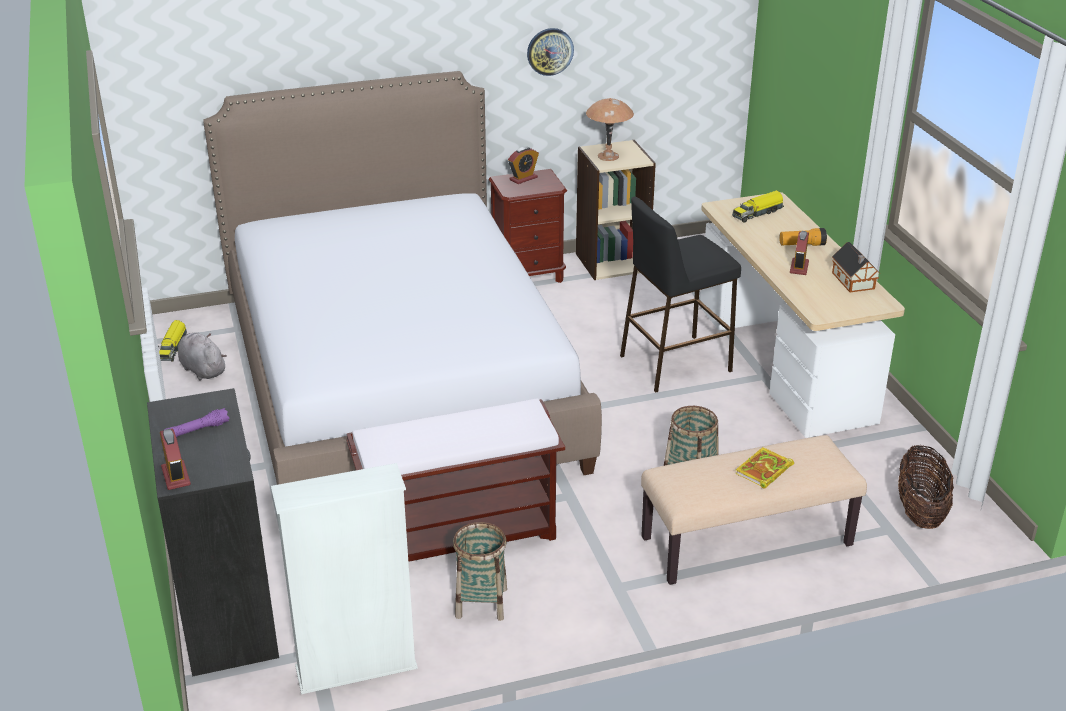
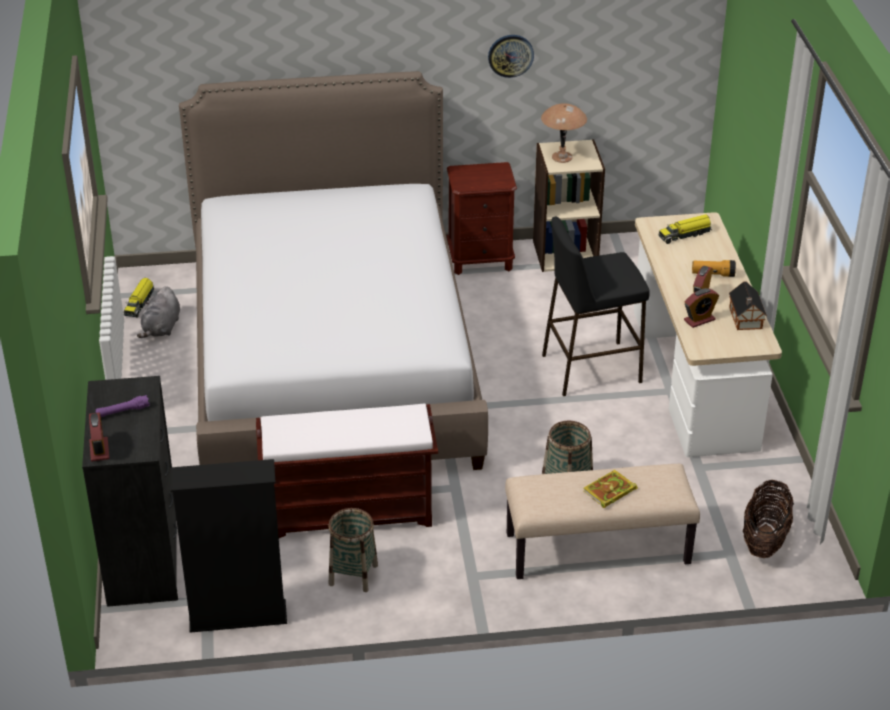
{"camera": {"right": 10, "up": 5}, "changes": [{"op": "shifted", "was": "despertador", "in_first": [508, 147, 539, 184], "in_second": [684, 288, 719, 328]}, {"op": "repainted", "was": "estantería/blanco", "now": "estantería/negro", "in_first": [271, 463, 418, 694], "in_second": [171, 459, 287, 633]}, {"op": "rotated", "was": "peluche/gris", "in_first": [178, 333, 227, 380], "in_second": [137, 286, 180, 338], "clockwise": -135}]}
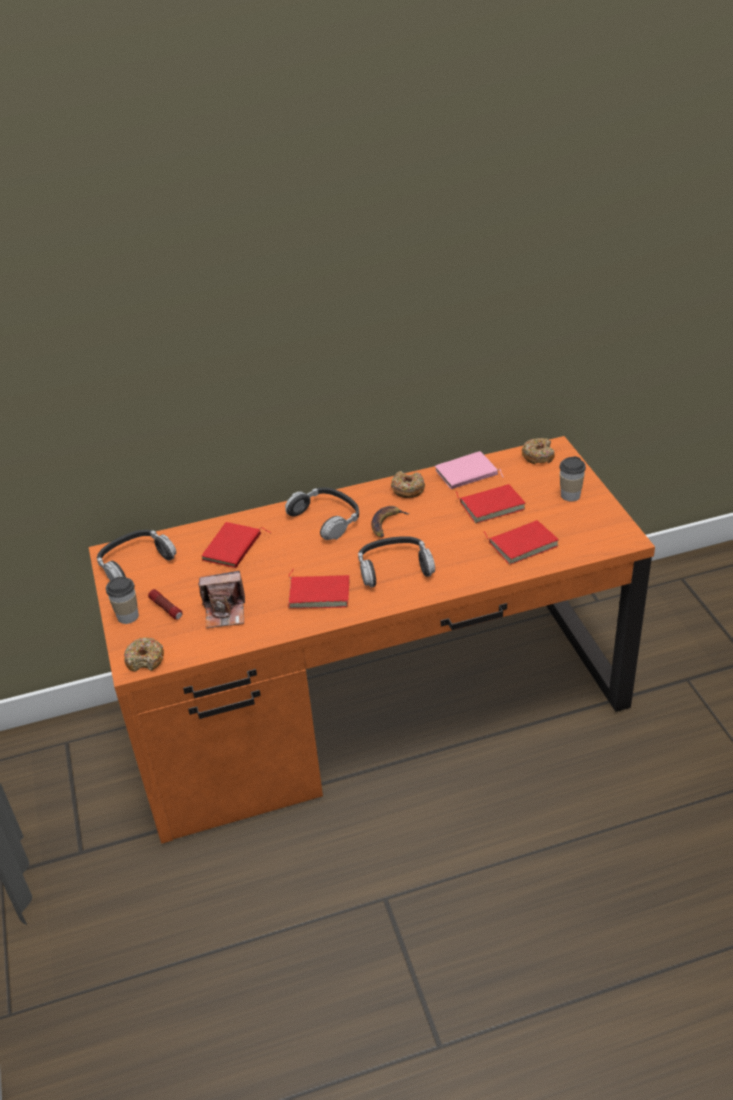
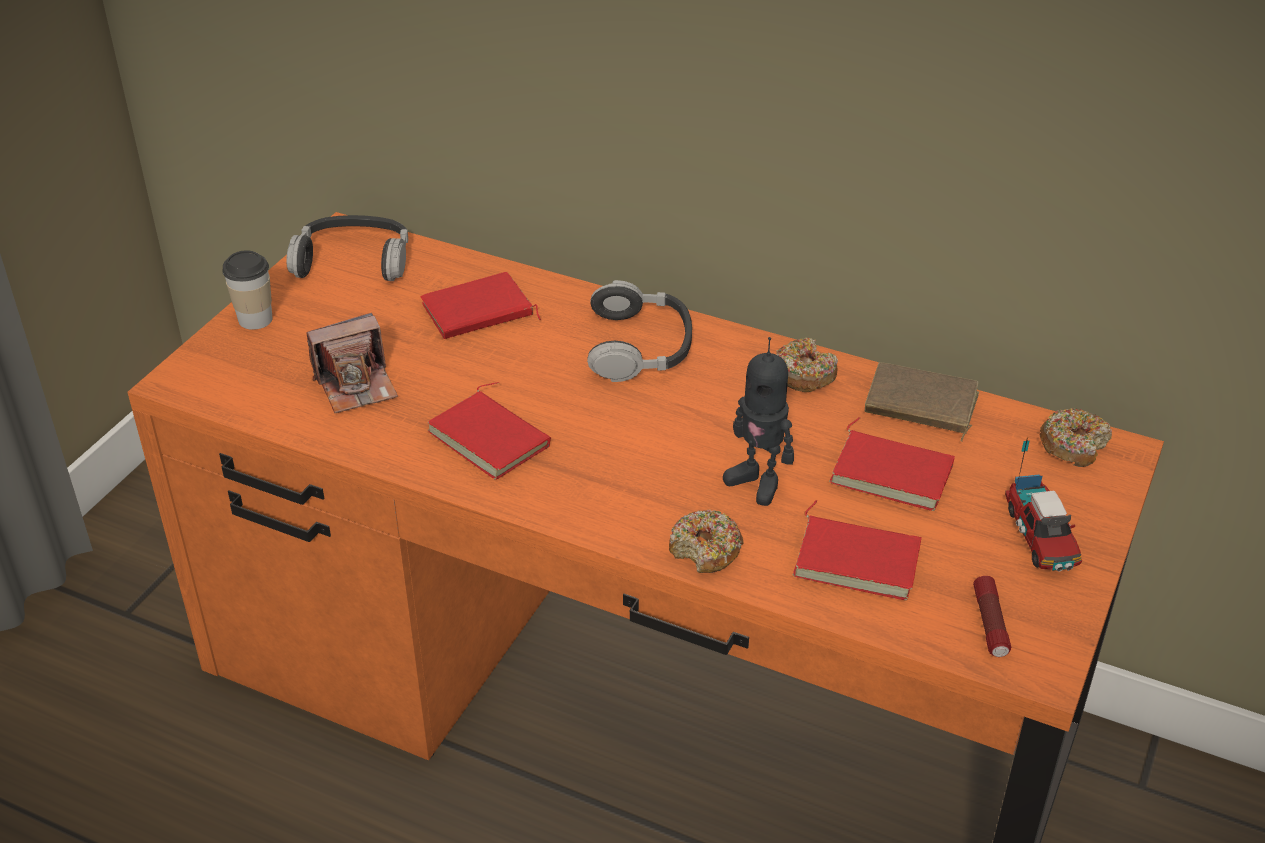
{"camera": {"right": 40, "up": 0}, "changes": [{"op": "gone", "was": "auriculares", "in_first": [358, 536, 435, 587]}, {"op": "gone", "was": "plátano", "in_first": [371, 506, 410, 538]}, {"op": "new", "now": "robot de juguete", "in_second": [723, 337, 794, 506]}, {"op": "shifted", "was": "rosquilla", "in_first": [124, 637, 164, 672], "in_second": [669, 510, 744, 573]}, {"op": "shifted", "was": "linterna", "in_first": [148, 589, 182, 620], "in_second": [973, 576, 1011, 657]}, {"op": "swapped", "was": "taza", "now": "camión de juguete", "in_first": [559, 456, 586, 501], "in_second": [1005, 437, 1082, 572]}, {"op": "repainted", "was": "libro/rosa", "now": "libro/marrón", "in_first": [435, 451, 503, 489], "in_second": [864, 362, 979, 441]}, {"op": "rotated", "was": "cámara", "in_first": [198, 571, 245, 628], "in_second": [306, 313, 398, 413], "clockwise": -60}]}
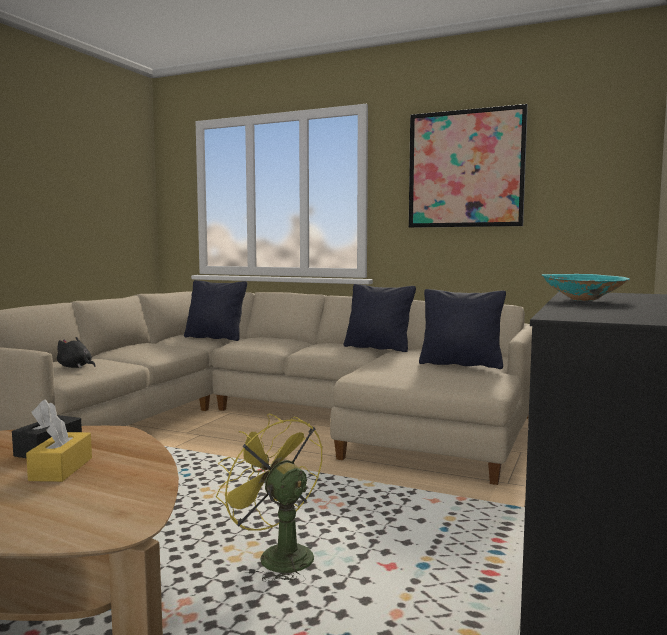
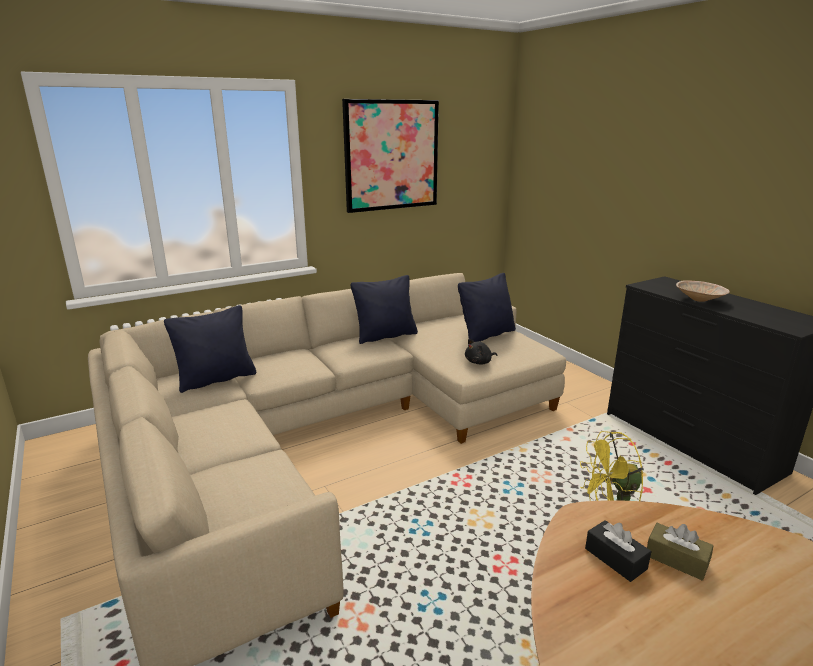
{"camera": {"right": -55, "up": 15}, "changes": [{"op": "shifted", "was": "peluche/negro", "in_first": [57, 337, 96, 368], "in_second": [465, 339, 497, 364]}, {"op": "repainted", "was": "caja de pañuelos/amarillo", "now": "caja de pañuelos/marrón", "in_first": [26, 415, 92, 482], "in_second": [647, 523, 714, 581]}, {"op": "repainted", "was": "cuenco/turquesa", "now": "cuenco/beis", "in_first": [542, 274, 630, 301], "in_second": [676, 280, 730, 302]}]}
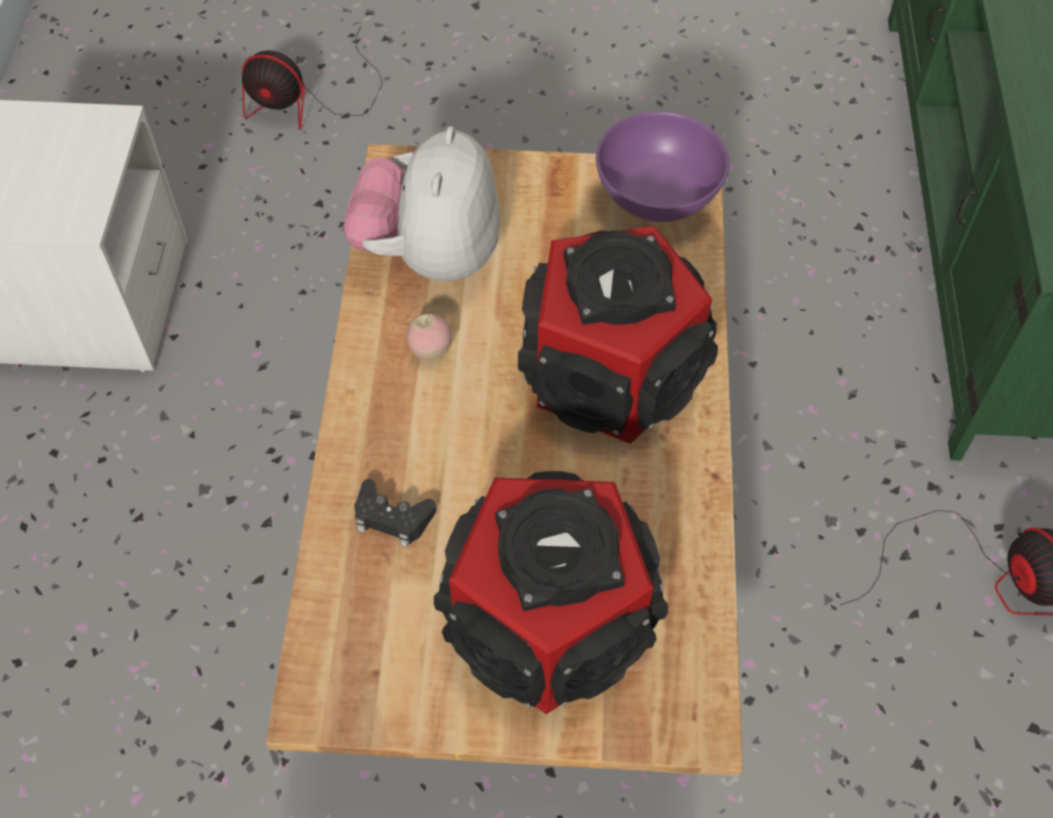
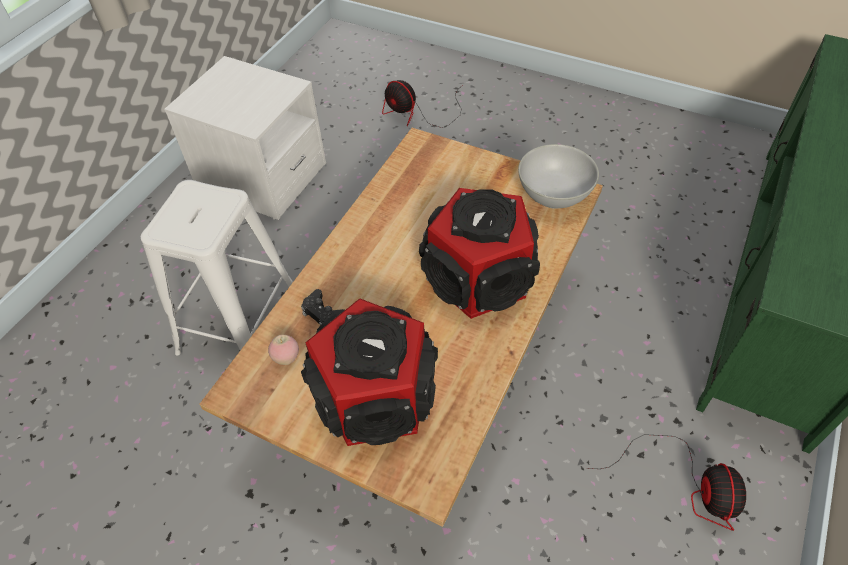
{"camera": {"right": 25, "up": -5}, "changes": [{"op": "gone", "was": "peluche", "in_first": [344, 126, 500, 281]}, {"op": "new", "now": "taburete/blanco", "in_second": [141, 180, 293, 356]}, {"op": "shifted", "was": "manzana", "in_first": [407, 314, 451, 360], "in_second": [268, 335, 299, 365]}, {"op": "repainted", "was": "cuenco/morado", "now": "cuenco/blanco", "in_first": [596, 111, 729, 222], "in_second": [518, 144, 599, 209]}]}
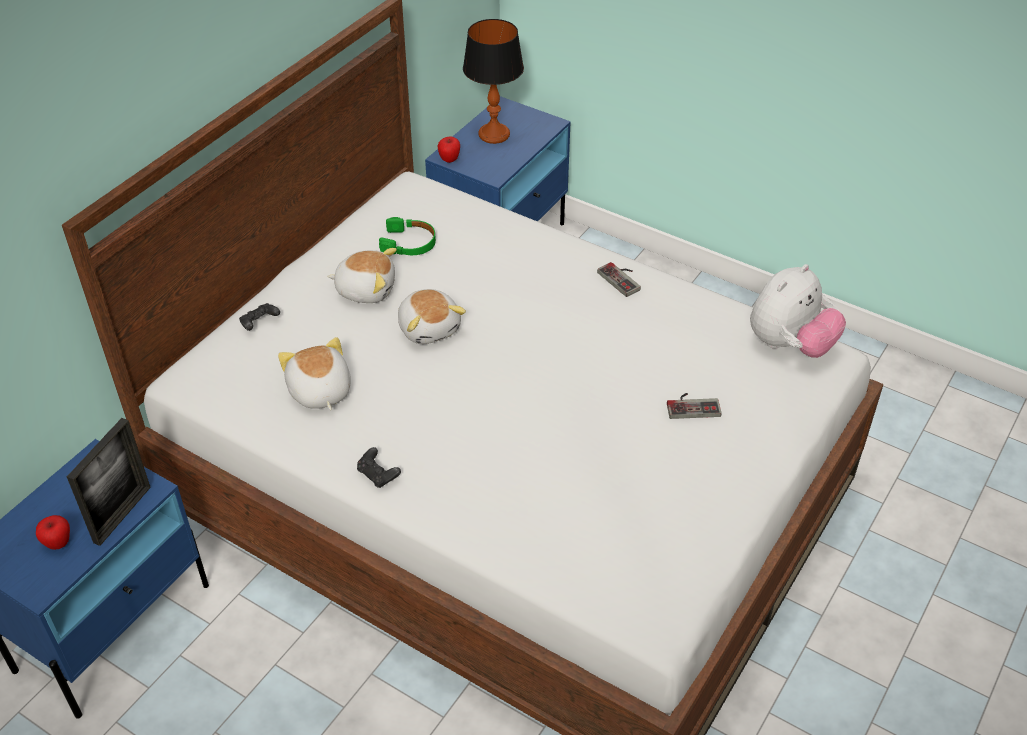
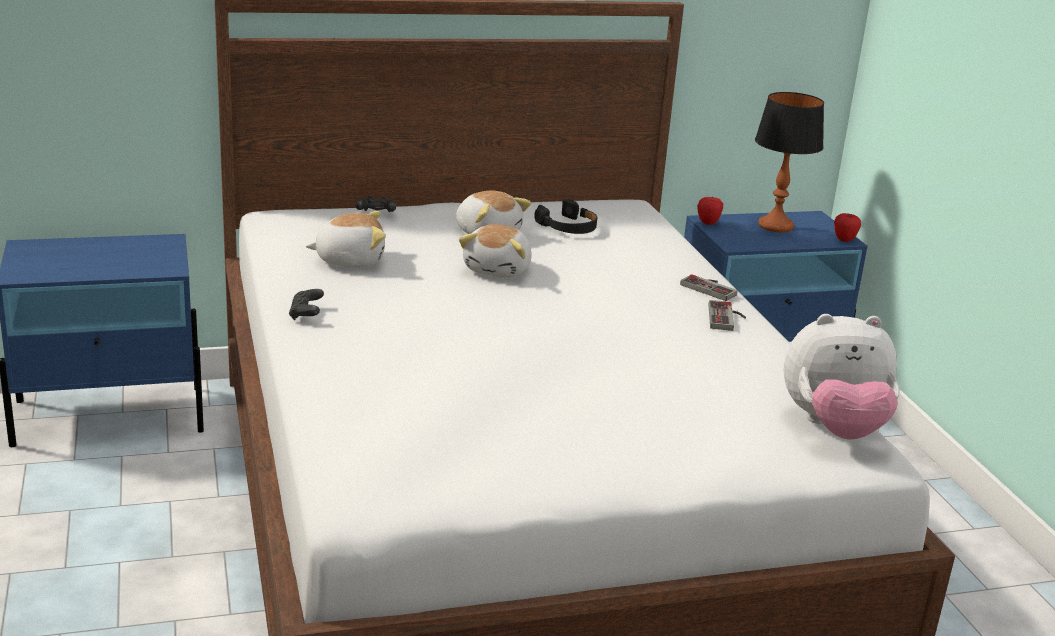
{"camera": {"right": 40, "up": -20}, "changes": [{"op": "gone", "was": "portarretratos", "in_first": [67, 418, 151, 546]}, {"op": "shifted", "was": "manzana", "in_first": [36, 515, 70, 550], "in_second": [834, 213, 861, 242]}, {"op": "shifted", "was": "mando de consola", "in_first": [667, 393, 722, 419], "in_second": [680, 274, 738, 301]}, {"op": "repainted", "was": "auriculares/verde", "now": "auriculares/negro", "in_first": [379, 217, 436, 255], "in_second": [534, 199, 597, 234]}, {"op": "rotated", "was": "peluche", "in_first": [278, 337, 351, 410], "in_second": [306, 211, 386, 267], "clockwise": 60}]}
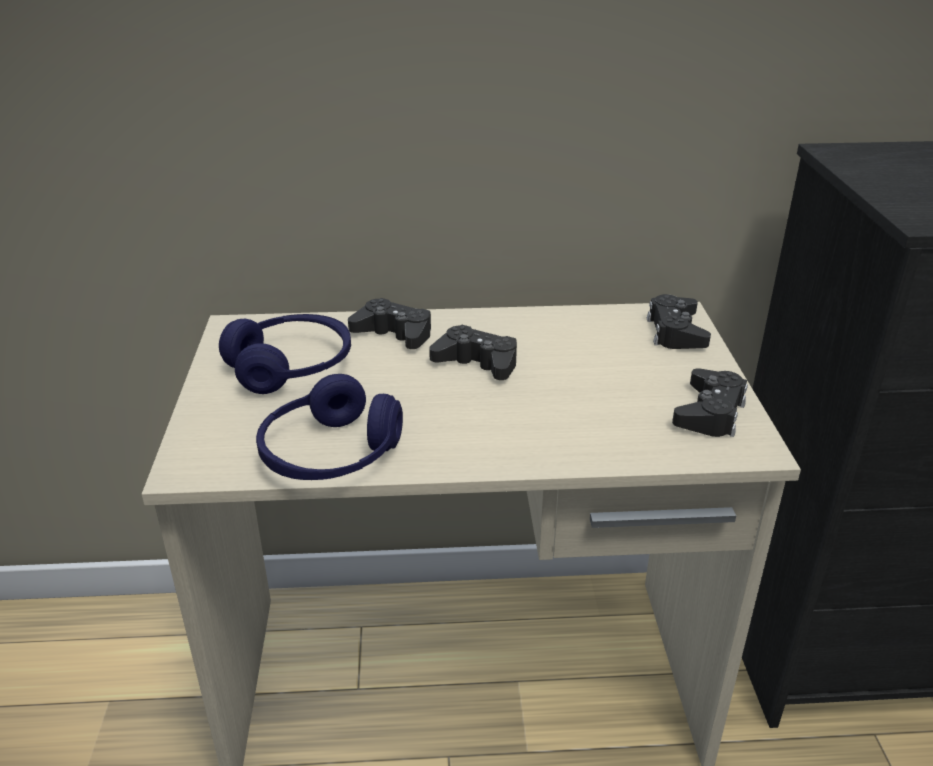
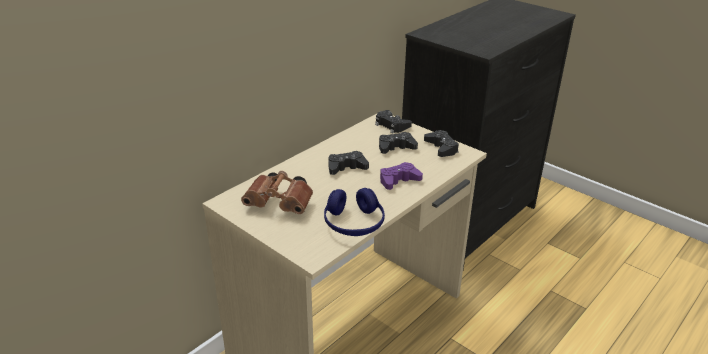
{"camera": {"right": -45, "up": 0}, "changes": [{"op": "new", "now": "mando de consola/morado", "in_second": [380, 162, 423, 190]}, {"op": "shifted", "was": "mando de consola/negro", "in_first": [348, 298, 431, 349], "in_second": [379, 132, 418, 154]}, {"op": "swapped", "was": "auriculares/azul", "now": "prismáticos/marrón", "in_first": [219, 314, 351, 394], "in_second": [241, 171, 313, 214]}]}
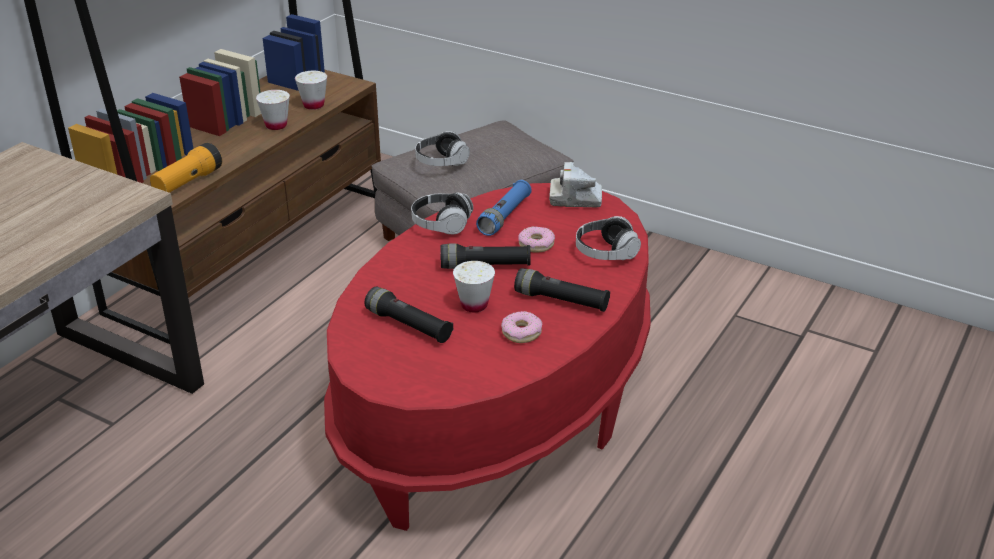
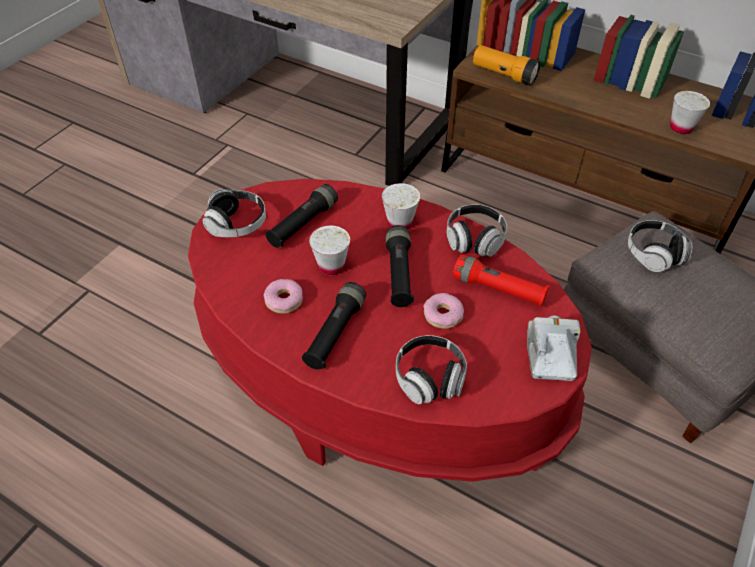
{"camera": {"right": 90, "up": 15}, "changes": [{"op": "new", "now": "auriculares", "in_second": [202, 189, 266, 237]}, {"op": "shifted", "was": "taza/blanco", "in_first": [256, 90, 290, 130], "in_second": [382, 183, 420, 229]}, {"op": "repainted", "was": "linterna/azul", "now": "linterna/rojo", "in_first": [476, 180, 532, 236], "in_second": [453, 254, 549, 307]}]}
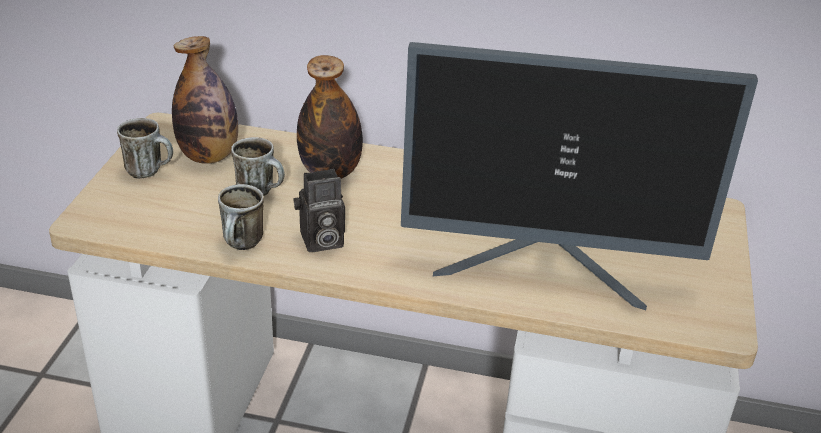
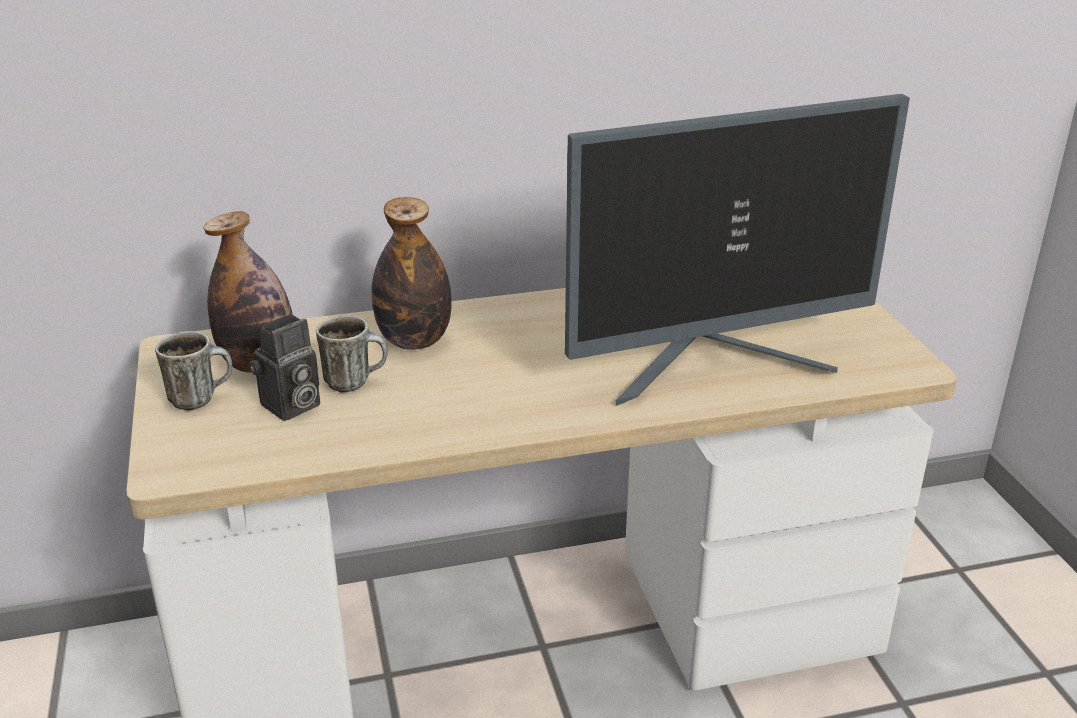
{"camera": {"right": -25, "up": -5}, "changes": [{"op": "gone", "was": "taza grande", "in_first": [218, 184, 264, 250]}, {"op": "shifted", "was": "cámara", "in_first": [293, 169, 345, 252], "in_second": [249, 314, 320, 421]}]}
